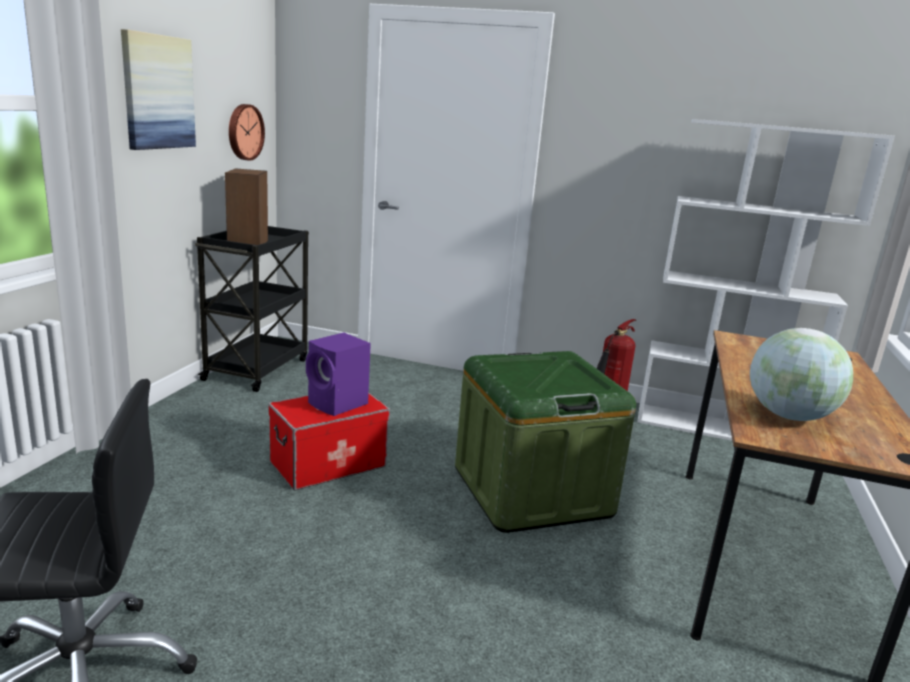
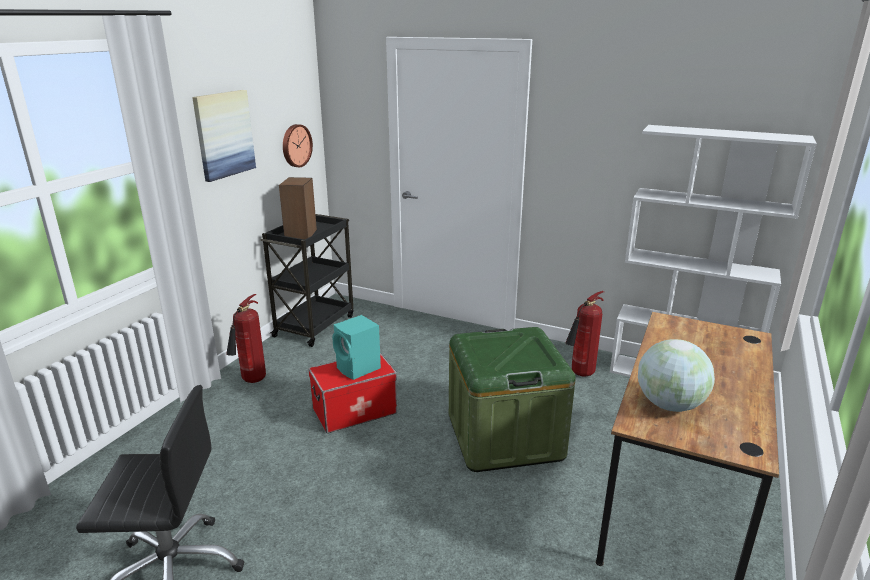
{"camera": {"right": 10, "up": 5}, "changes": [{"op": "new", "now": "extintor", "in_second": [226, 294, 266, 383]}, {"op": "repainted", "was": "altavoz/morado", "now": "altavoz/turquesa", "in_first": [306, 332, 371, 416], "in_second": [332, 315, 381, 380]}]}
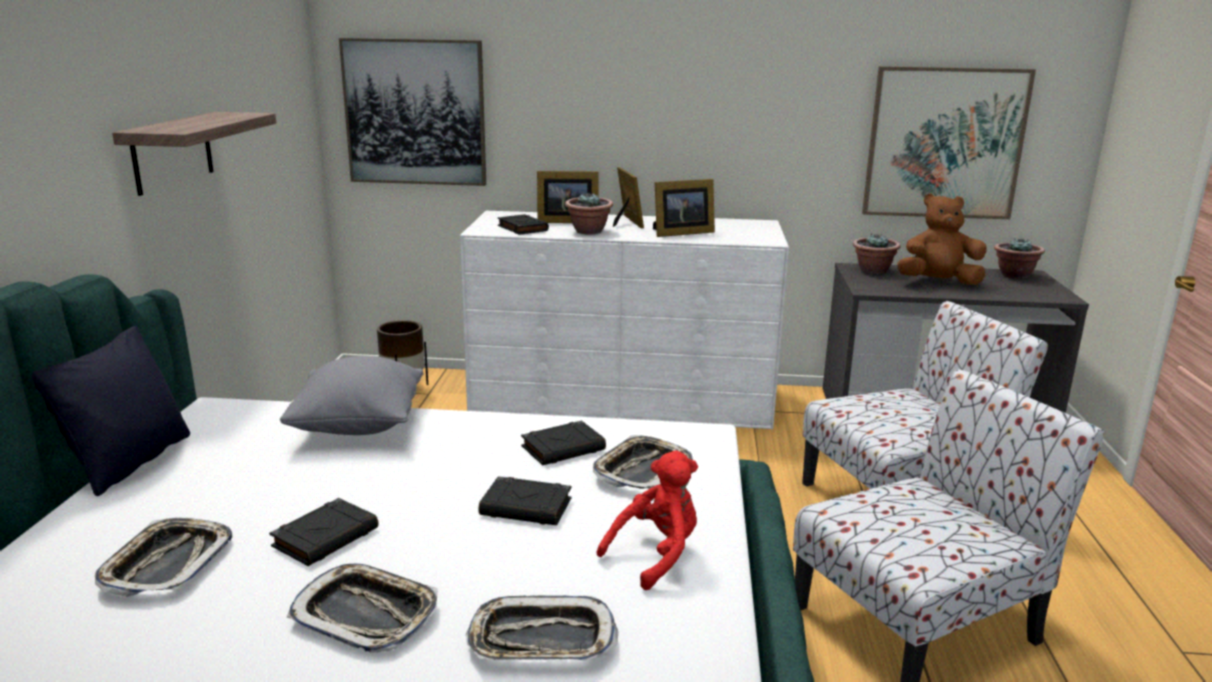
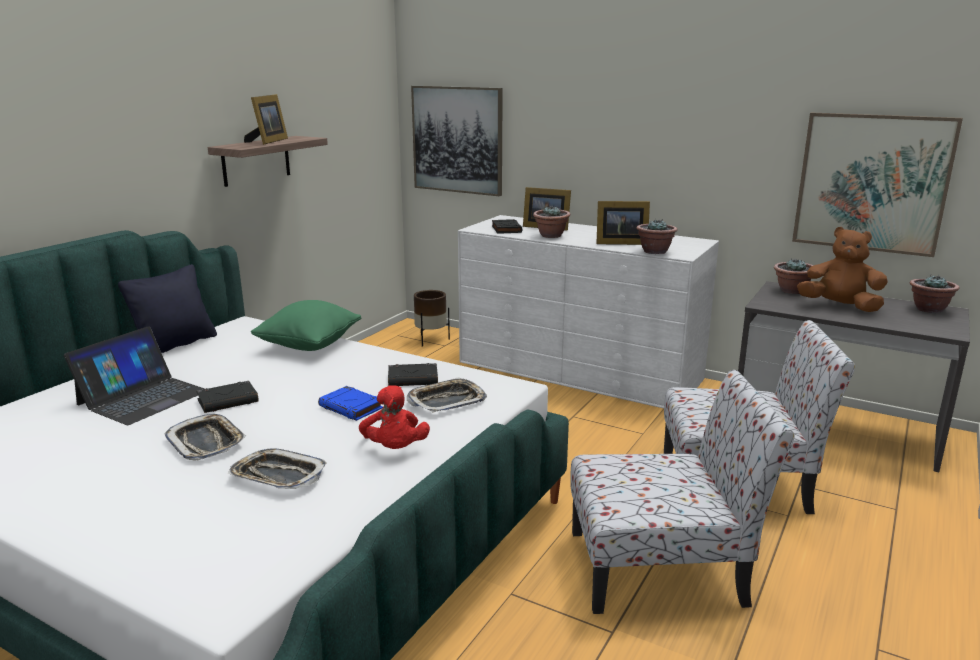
{"camera": {"right": 25, "up": 0}, "changes": [{"op": "new", "now": "planta en maceta", "in_second": [636, 219, 678, 254]}, {"op": "shifted", "was": "portarretratos", "in_first": [613, 167, 644, 229], "in_second": [244, 94, 288, 145]}, {"op": "swapped", "was": "bandeja", "now": "portátil", "in_first": [95, 518, 232, 598], "in_second": [64, 326, 205, 425]}, {"op": "repainted", "was": "cojín/gris", "now": "cojín/verde", "in_first": [280, 356, 424, 435], "in_second": [251, 300, 361, 351]}, {"op": "repainted", "was": "libro/negro", "now": "libro/azul", "in_first": [478, 476, 571, 525], "in_second": [318, 386, 383, 421]}, {"op": "rotated", "was": "peluche/rojo", "in_first": [597, 451, 698, 590], "in_second": [359, 385, 430, 449], "clockwise": 90}]}
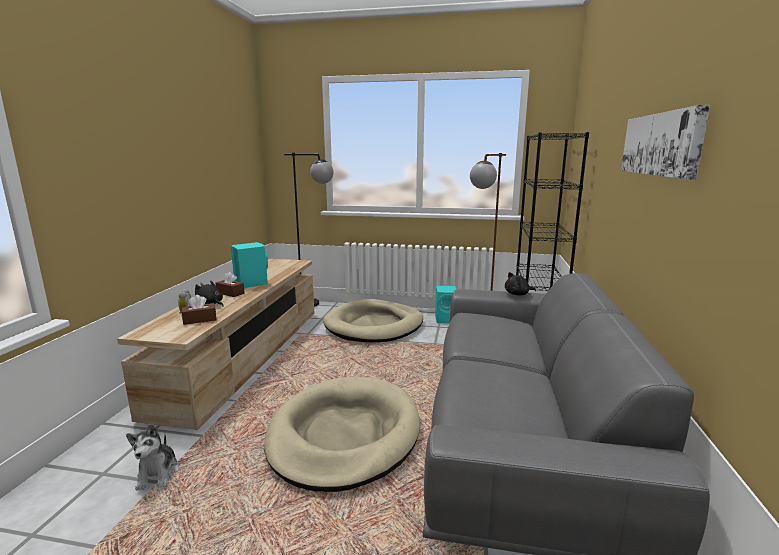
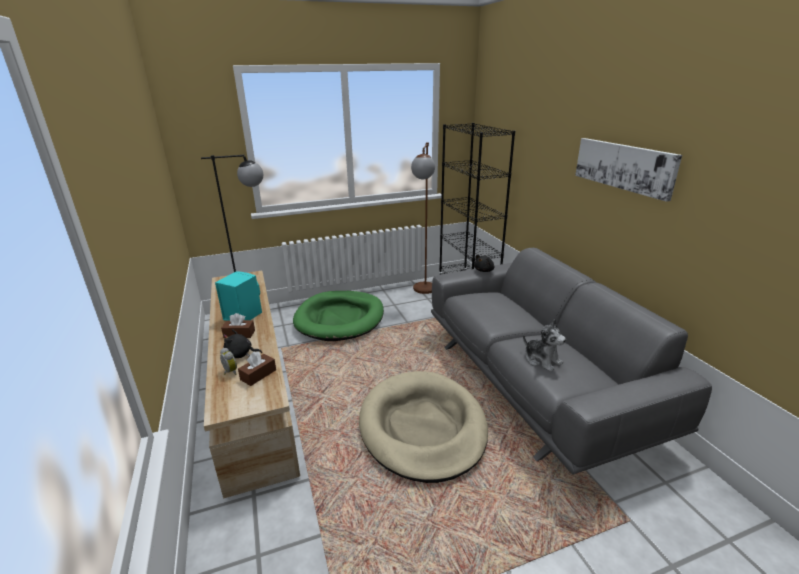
{"camera": {"right": -30, "up": 10}, "changes": [{"op": "gone", "was": "altavoz/turquesa", "in_first": [435, 286, 456, 323]}, {"op": "shifted", "was": "peluche", "in_first": [126, 424, 179, 490], "in_second": [523, 319, 566, 372]}, {"op": "repainted", "was": "cama para perro/beis", "now": "cama para perro/verde", "in_first": [323, 299, 423, 342], "in_second": [293, 291, 384, 341]}]}
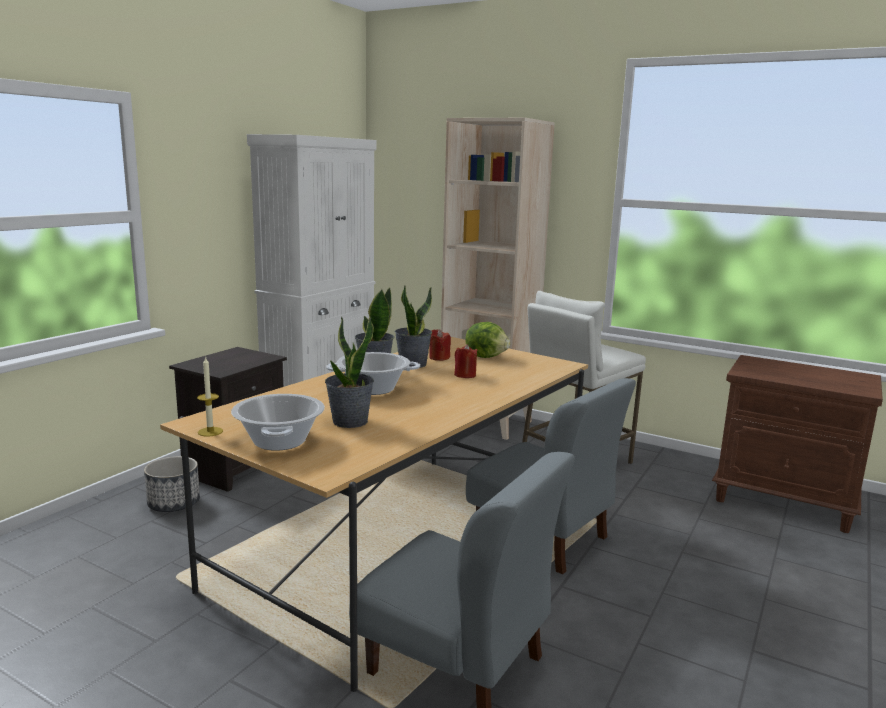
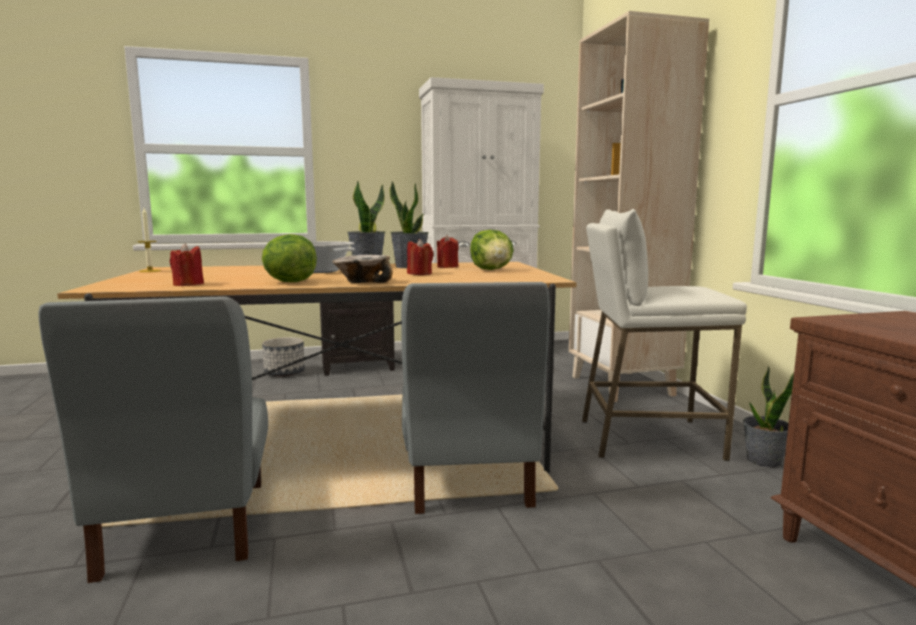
{"camera": {"right": 45, "up": -5}, "changes": [{"op": "gone", "was": "olla", "in_first": [231, 394, 325, 451]}, {"op": "new", "now": "vela/rojo", "in_second": [170, 244, 204, 286]}, {"op": "new", "now": "lechuga", "in_second": [262, 234, 317, 282]}, {"op": "new", "now": "cuenco", "in_second": [332, 255, 393, 283]}, {"op": "shifted", "was": "planta en maceta", "in_first": [325, 316, 374, 428], "in_second": [743, 366, 794, 468]}]}
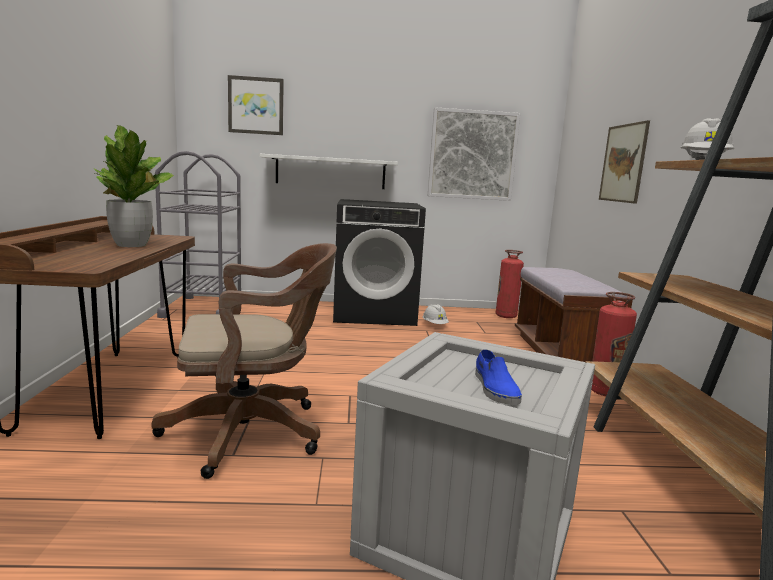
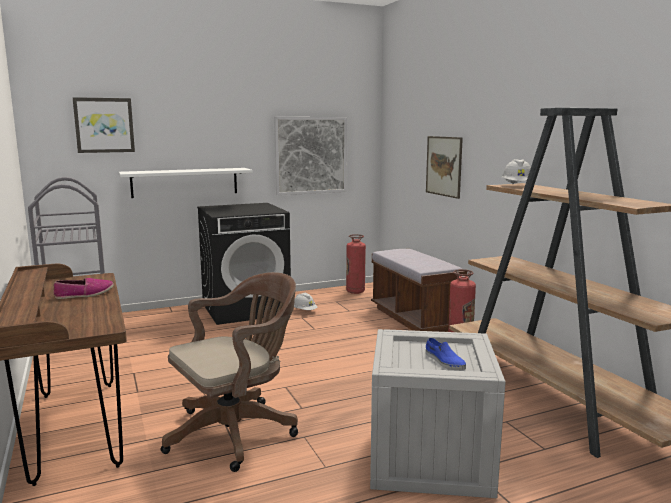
{"camera": {"right": -20, "up": 0}, "changes": [{"op": "swapped", "was": "planta en maceta", "now": "zapato", "in_first": [94, 125, 174, 247], "in_second": [53, 278, 114, 299]}]}
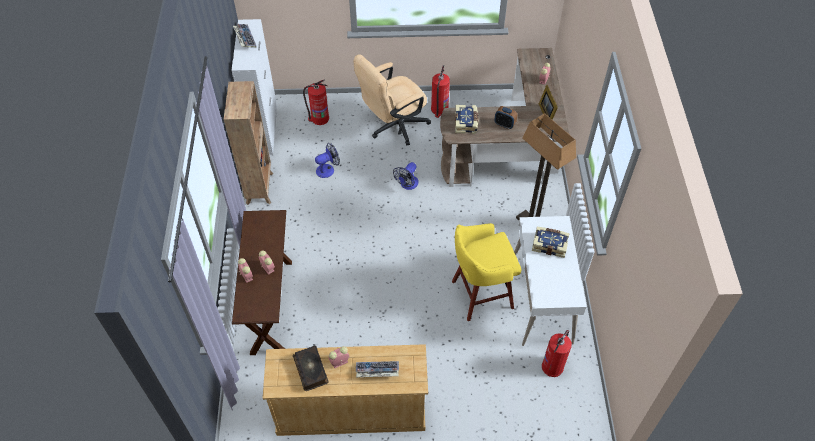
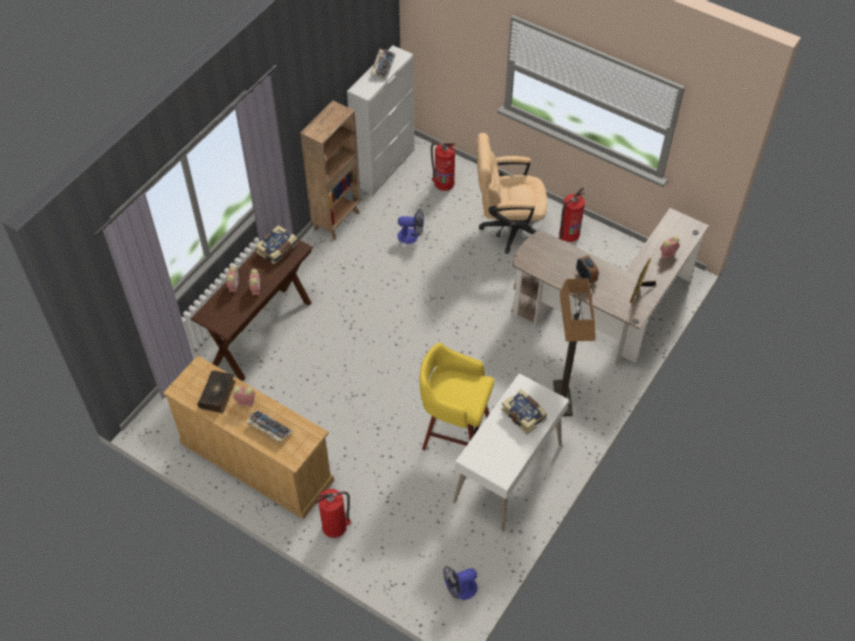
{"camera": {"right": 35, "up": 0}, "changes": [{"op": "shifted", "was": "ventilador", "in_first": [393, 162, 418, 190], "in_second": [443, 566, 477, 600]}, {"op": "shifted", "was": "libro", "in_first": [455, 105, 479, 134], "in_second": [255, 225, 297, 264]}, {"op": "shifted", "was": "extintor", "in_first": [542, 330, 572, 377], "in_second": [315, 489, 351, 538]}]}
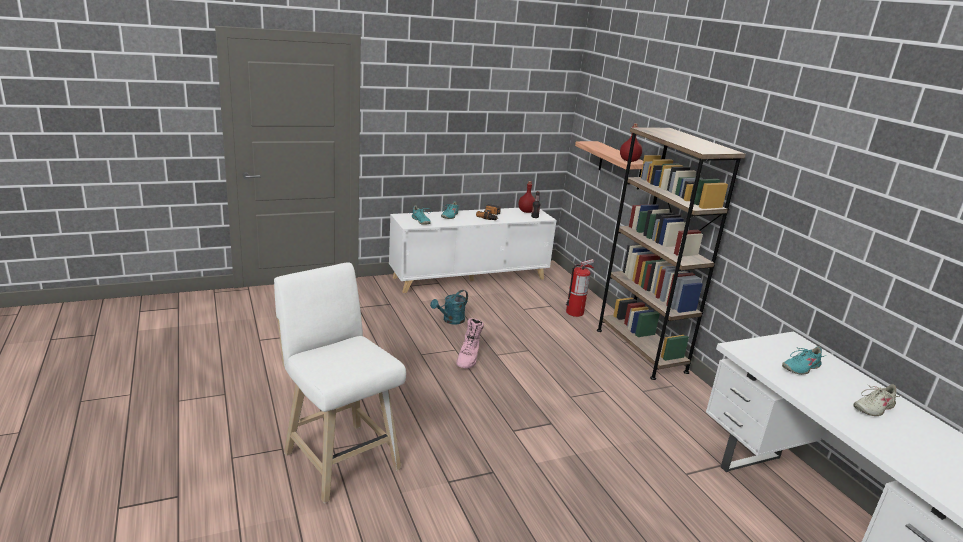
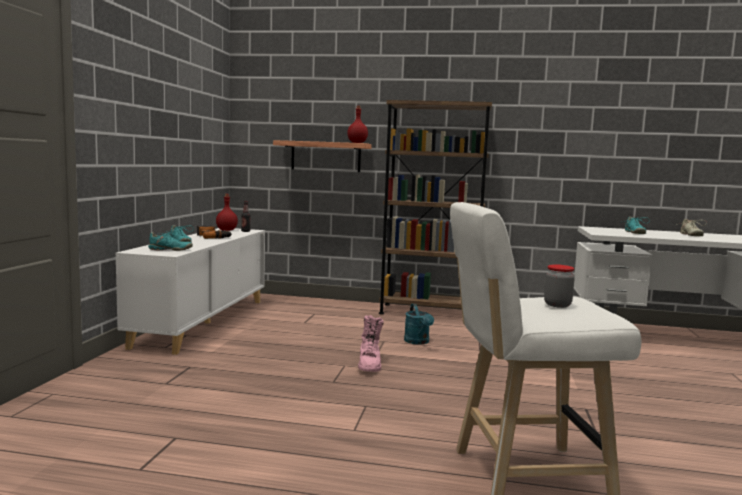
{"camera": {"right": -55, "up": -15}, "changes": [{"op": "gone", "was": "extintor", "in_first": [566, 259, 594, 317]}, {"op": "new", "now": "tarro", "in_second": [544, 265, 575, 308]}, {"op": "shifted", "was": "regadera/turquesa", "in_first": [430, 290, 468, 325], "in_second": [404, 303, 434, 345]}, {"op": "rotated", "was": "bota/rosa", "in_first": [456, 318, 484, 368], "in_second": [358, 315, 384, 372], "clockwise": 45}]}
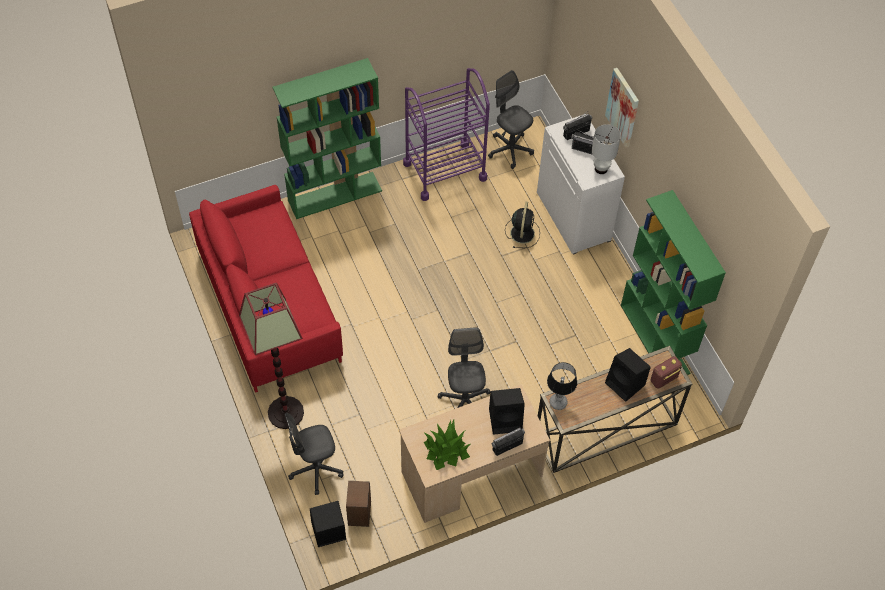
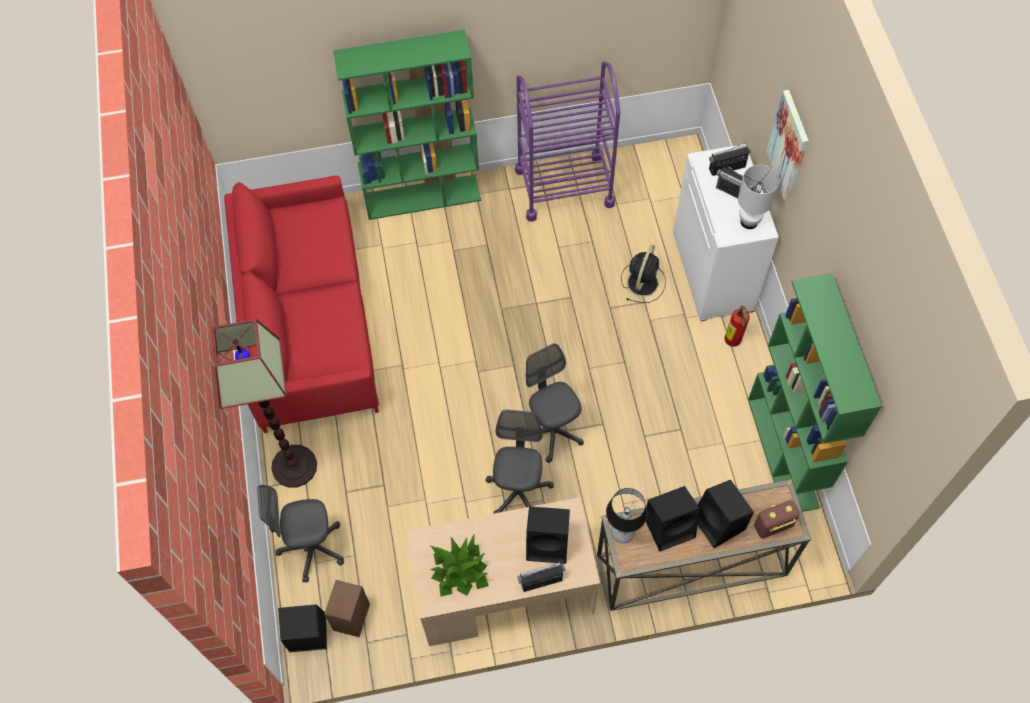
{"camera": {"right": 15, "up": 5}, "changes": [{"op": "new", "now": "altavoz/negro", "in_second": [646, 486, 700, 552]}, {"op": "new", "now": "extintor", "in_second": [724, 305, 751, 347]}, {"op": "shifted", "was": "silla de oficina/gris", "in_first": [488, 70, 534, 169], "in_second": [526, 343, 584, 463]}]}
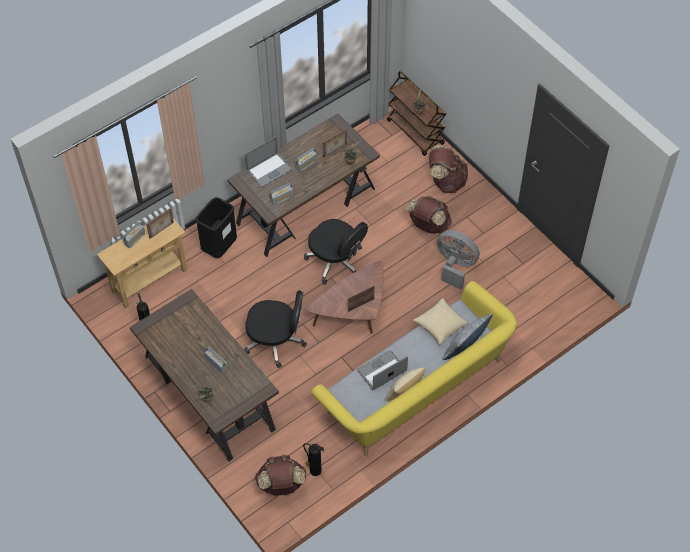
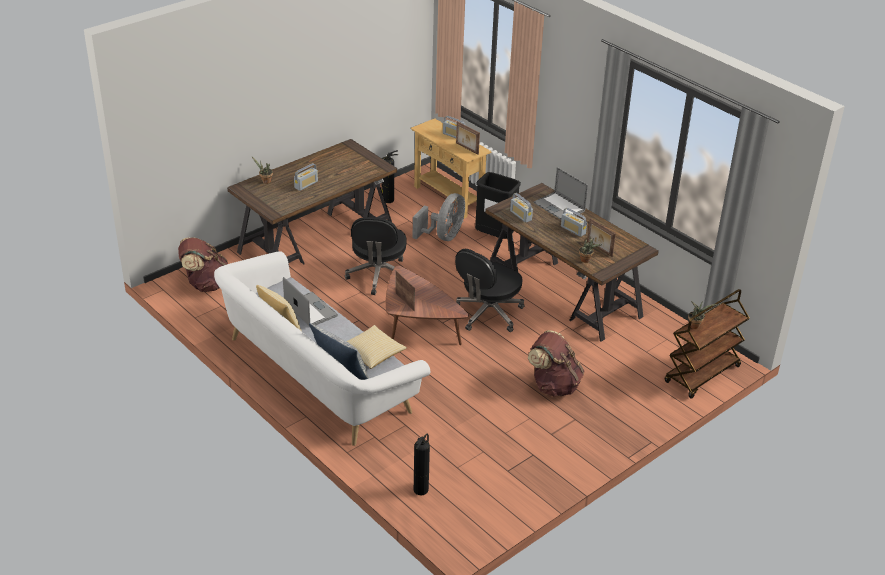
{"camera": {"right": 85, "up": -20}, "changes": [{"op": "gone", "was": "mochila/marrón", "in_first": [429, 145, 468, 193]}, {"op": "shifted", "was": "extintor", "in_first": [303, 442, 324, 476], "in_second": [414, 434, 430, 495]}, {"op": "shifted", "was": "ventilador/gris", "in_first": [437, 230, 480, 290], "in_second": [413, 193, 465, 241]}, {"op": "repainted", "was": "sofá/amarillo", "now": "sofá/blanco", "in_first": [311, 281, 517, 456], "in_second": [214, 251, 430, 446]}]}
